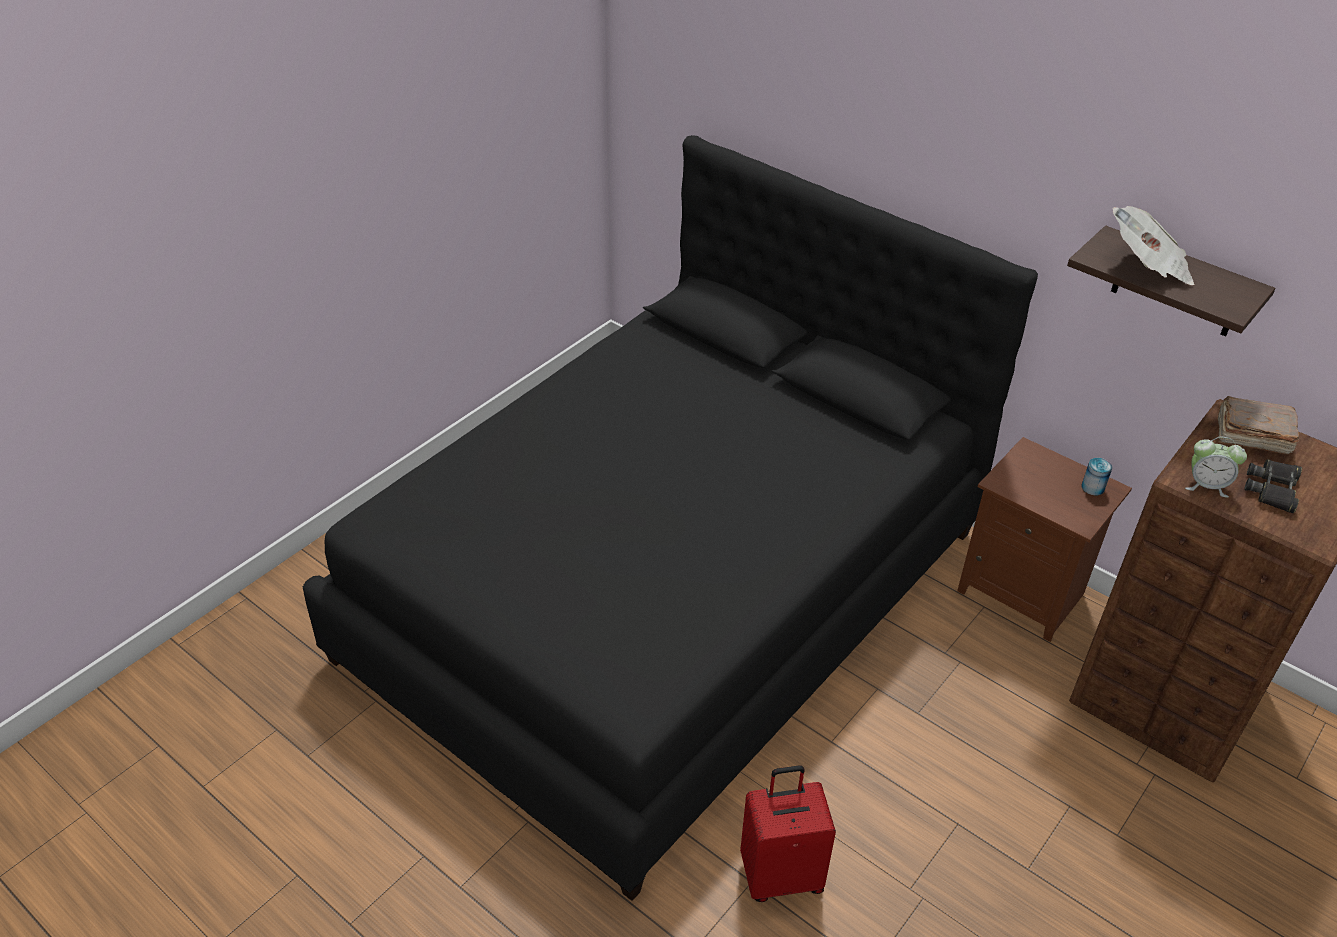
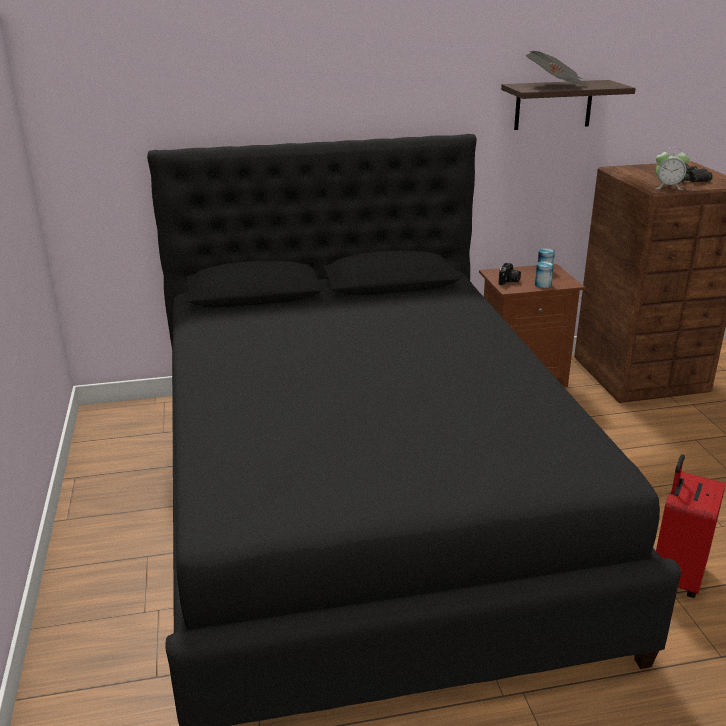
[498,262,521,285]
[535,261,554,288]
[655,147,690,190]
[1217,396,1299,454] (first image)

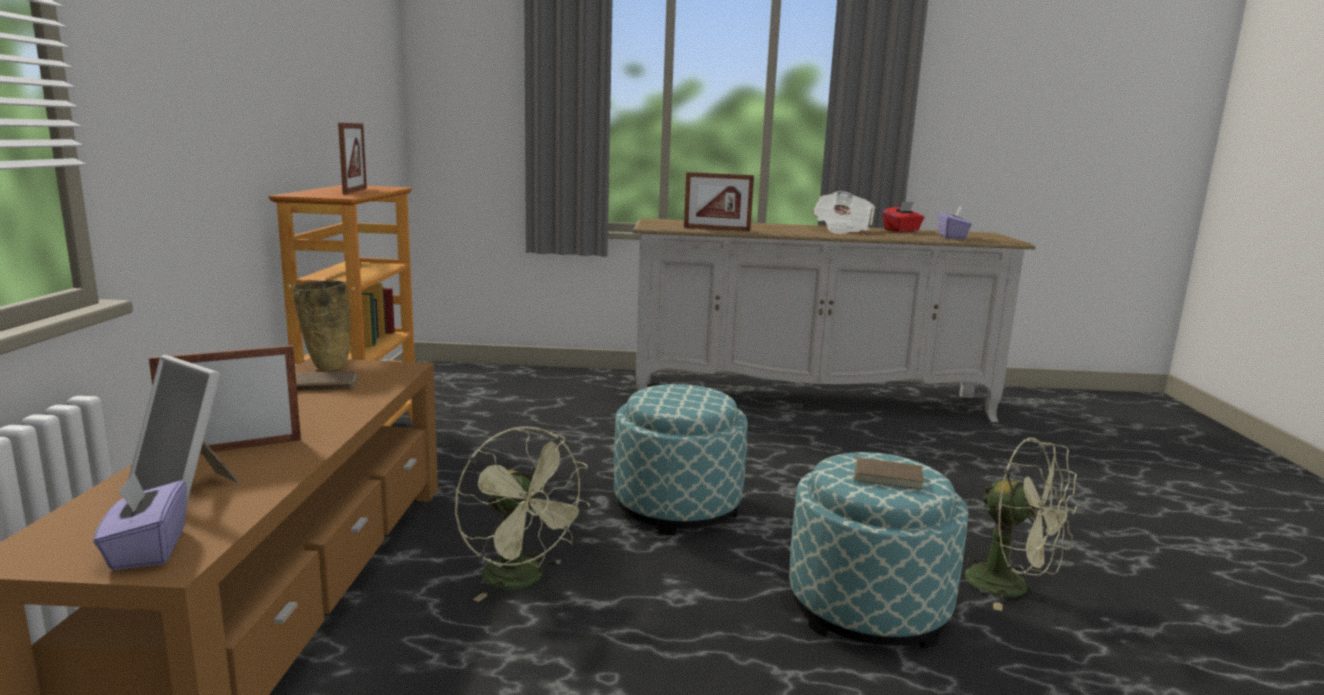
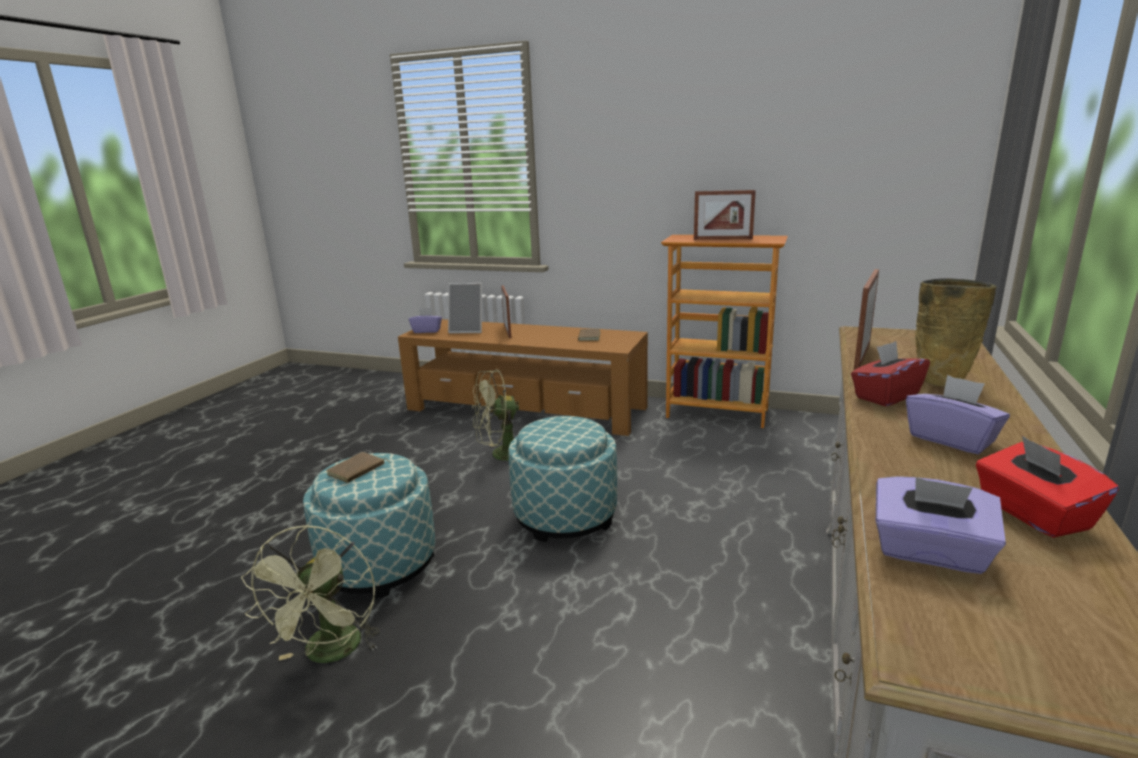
[241,525,380,663]
[448,283,482,333]
[851,341,930,407]
[906,375,1010,455]
[915,278,997,386]

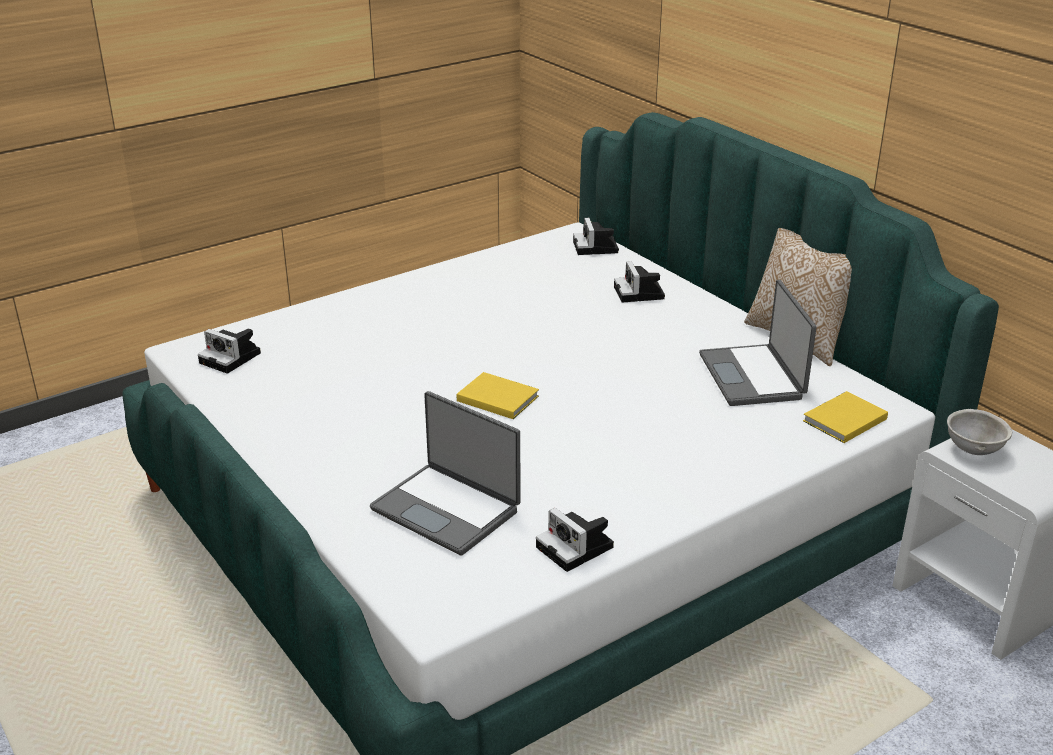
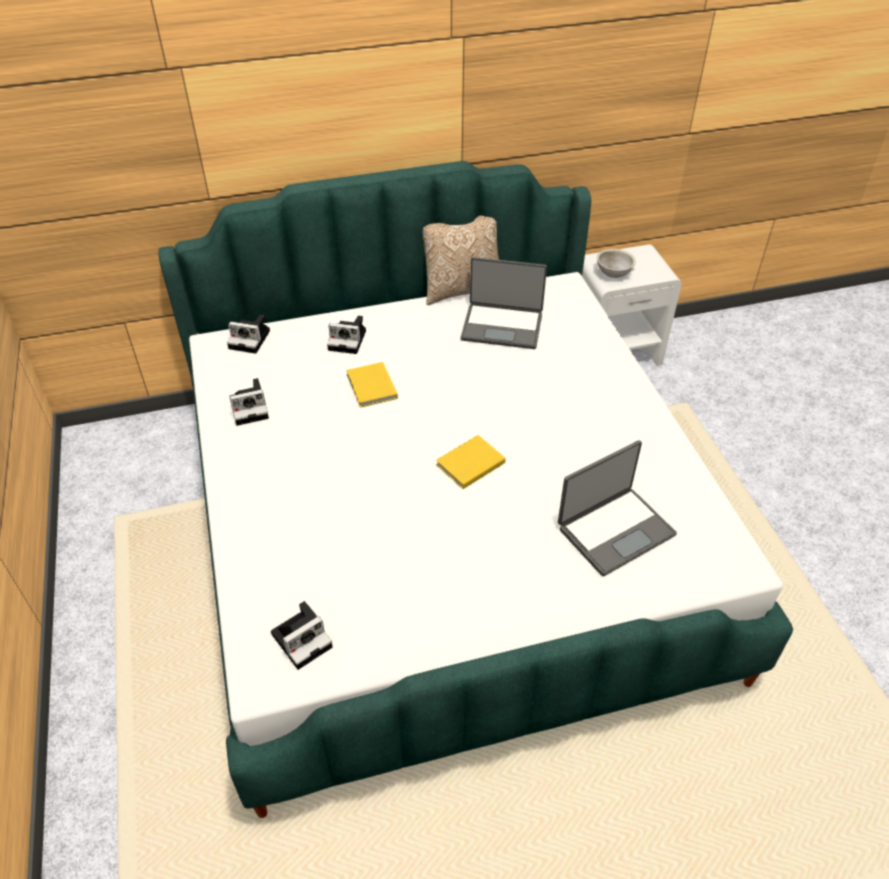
[229,378,269,426]
[346,362,398,408]

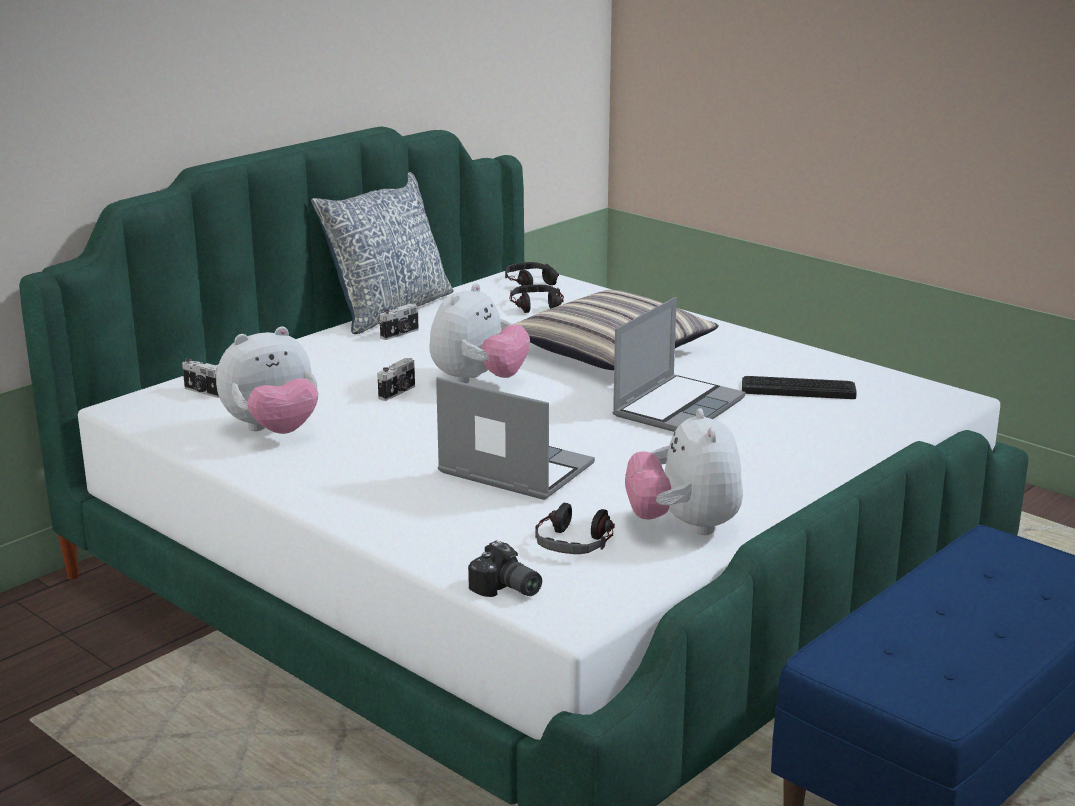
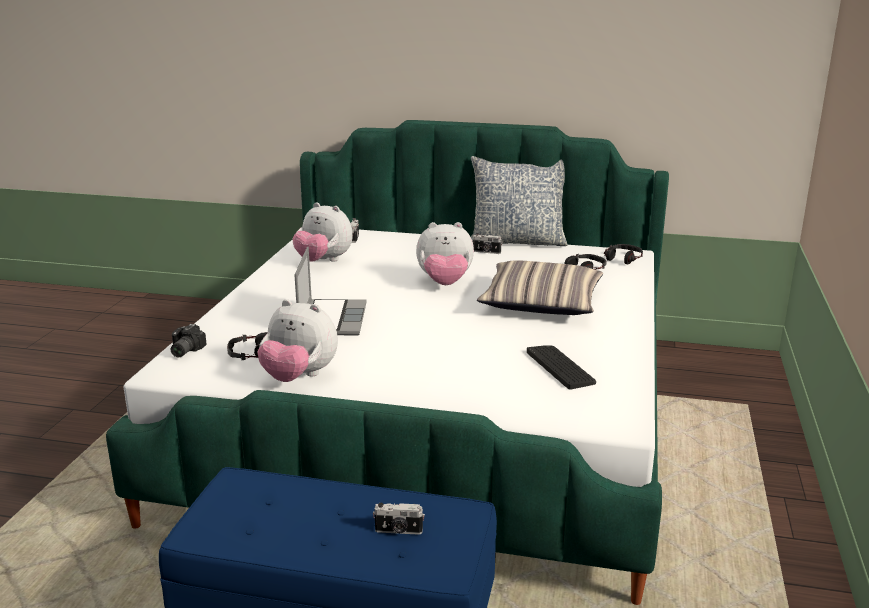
[257,299,338,382]
[373,503,425,535]
[612,297,745,432] (first image)

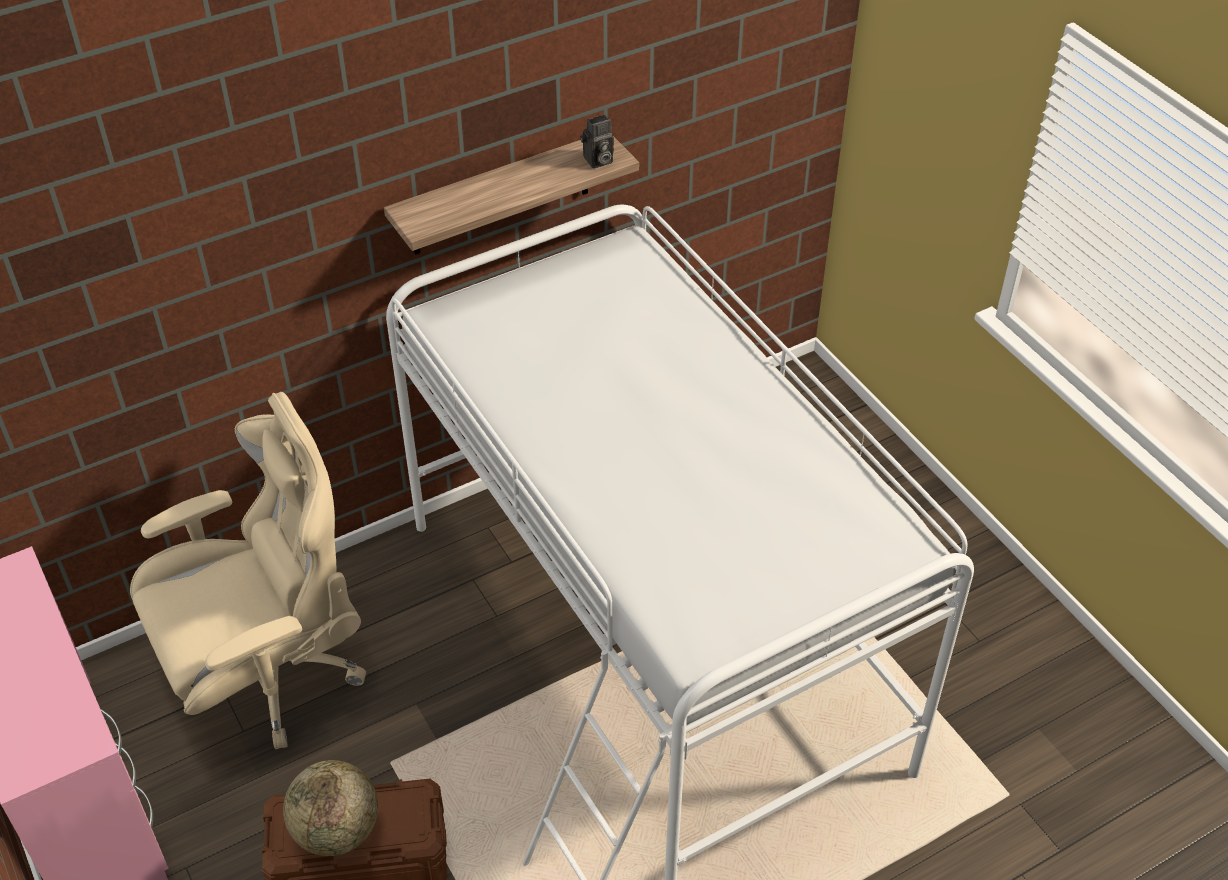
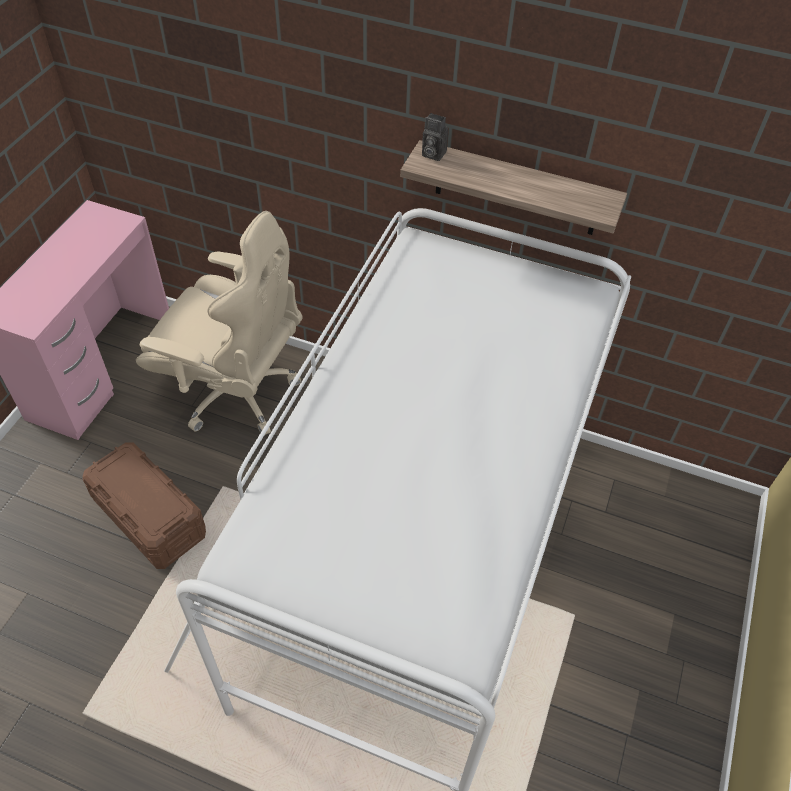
[422,113,449,161]
[283,760,378,856] (first image)

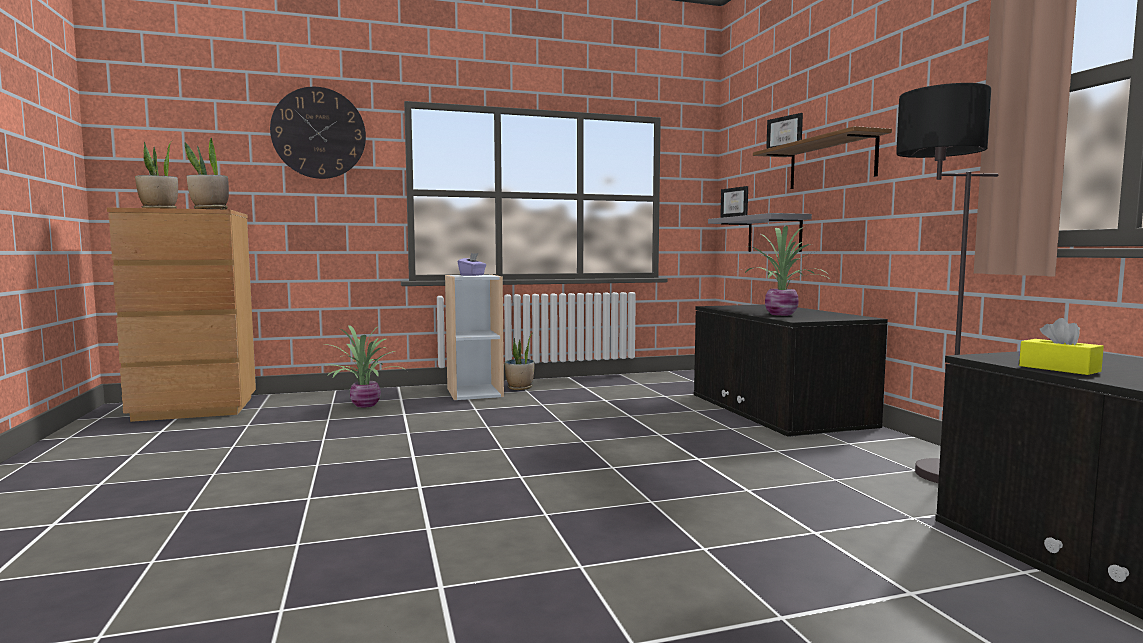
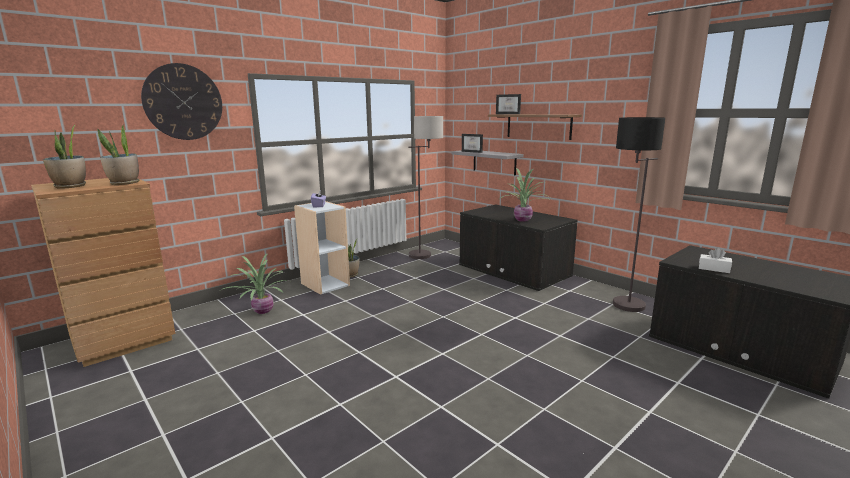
[408,116,443,259]
[699,247,732,273]

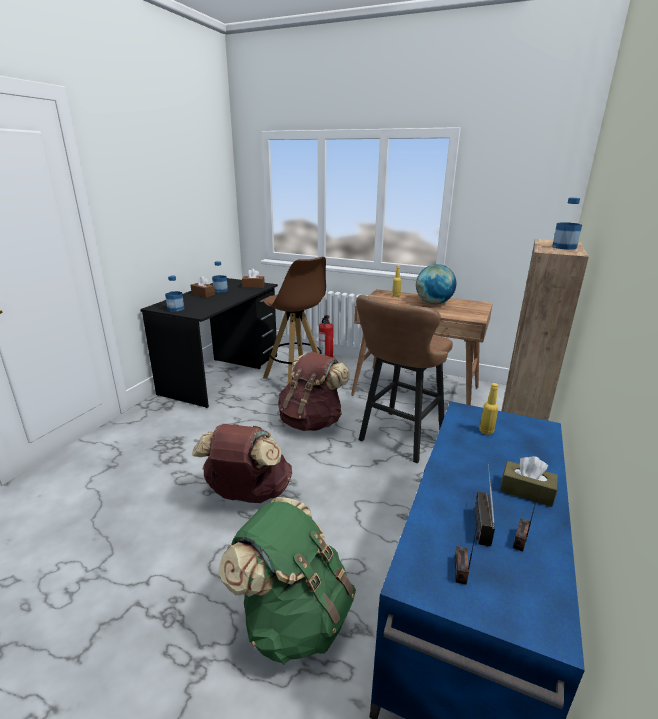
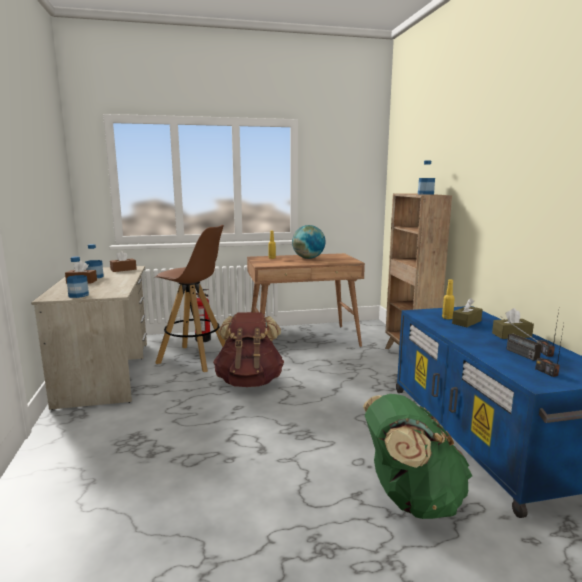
[31,266,147,410]
[452,298,483,327]
[192,424,292,503] (first image)
[356,295,453,463] (first image)

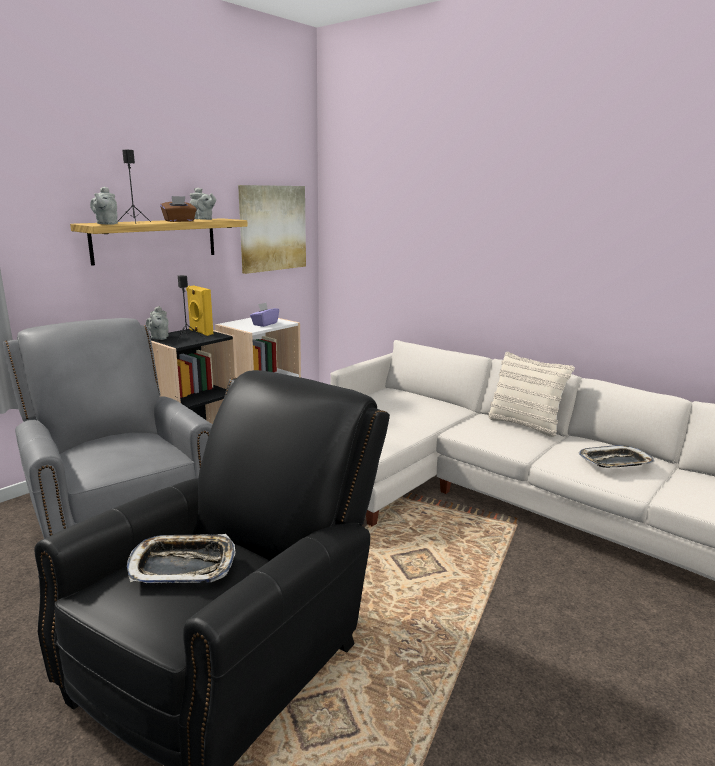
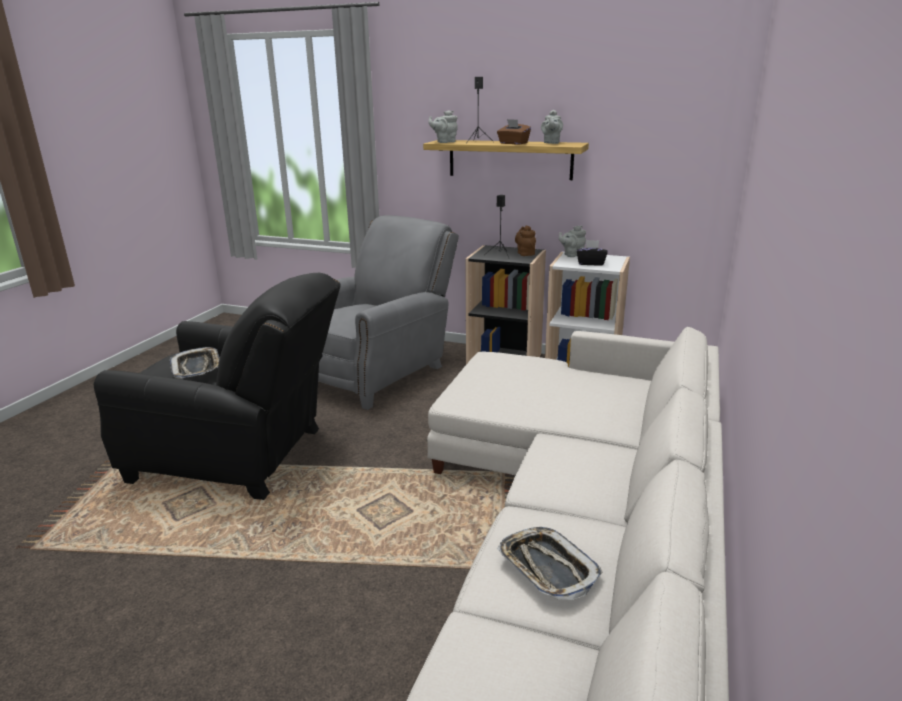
[515,226,536,256]
[559,226,586,257]
[577,240,608,266]
[238,185,306,274] (first image)
[488,352,575,437] (first image)

